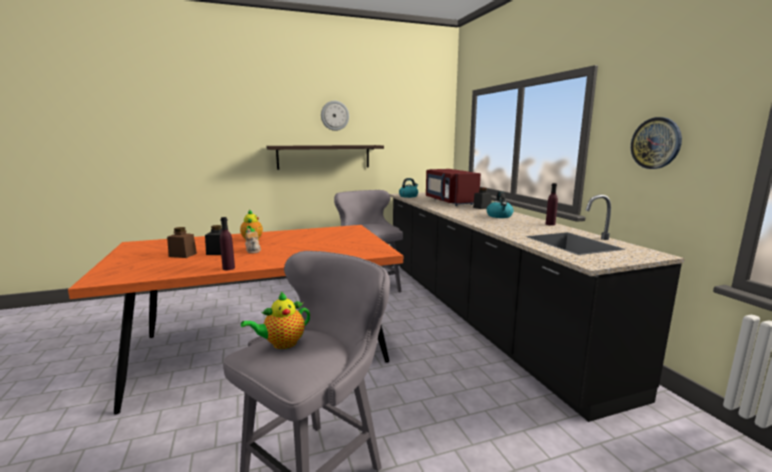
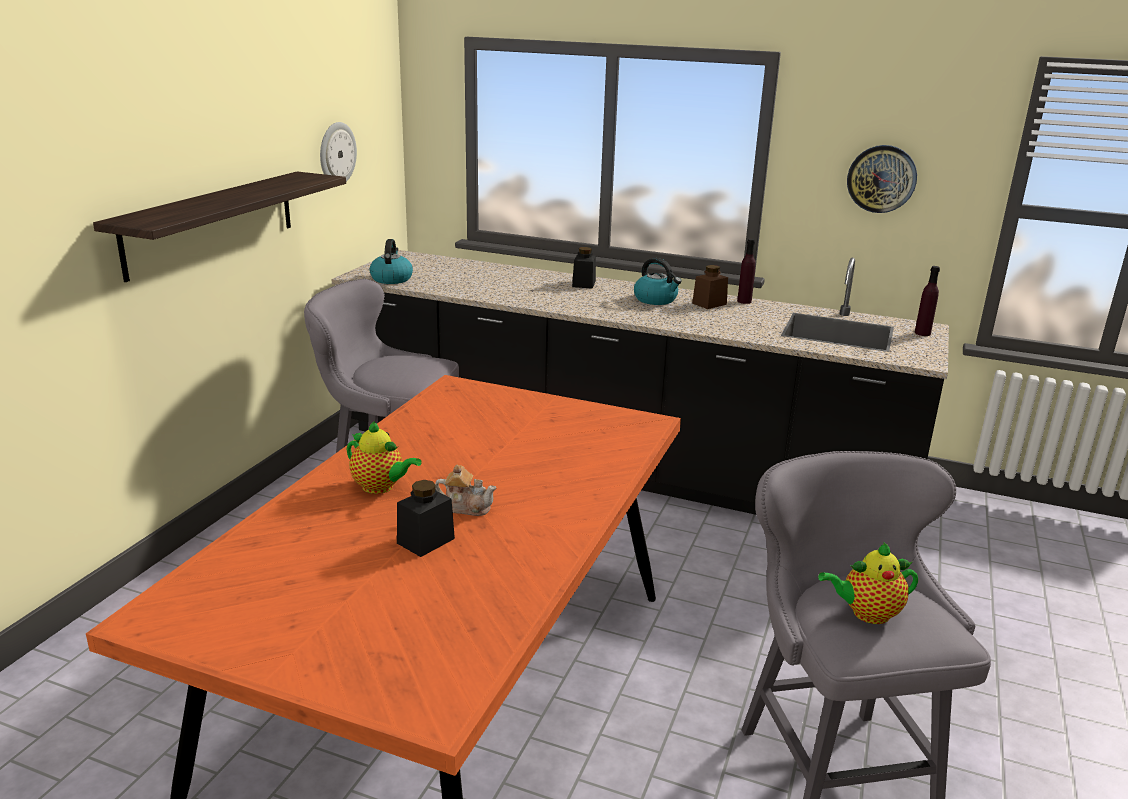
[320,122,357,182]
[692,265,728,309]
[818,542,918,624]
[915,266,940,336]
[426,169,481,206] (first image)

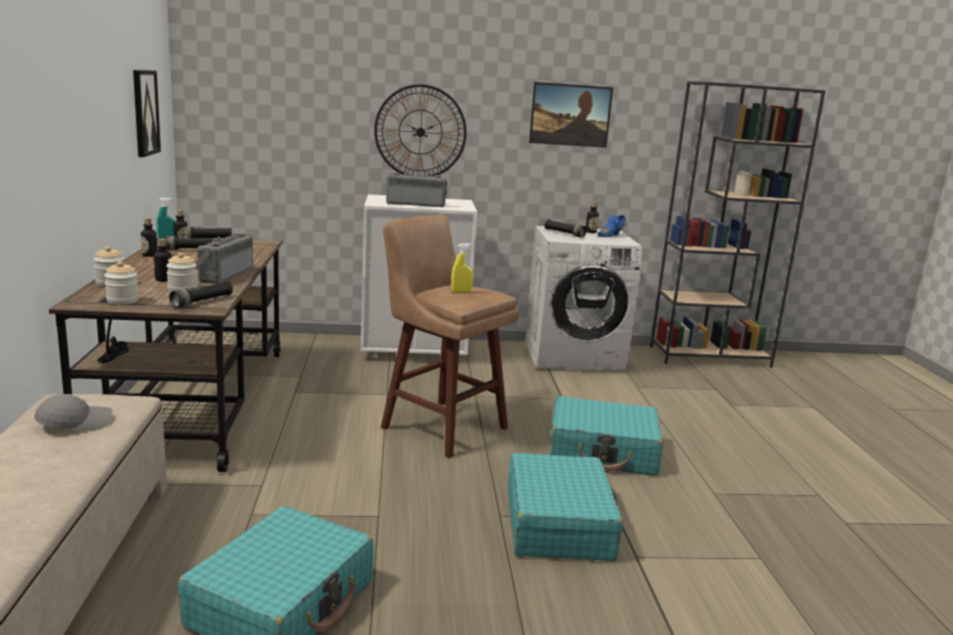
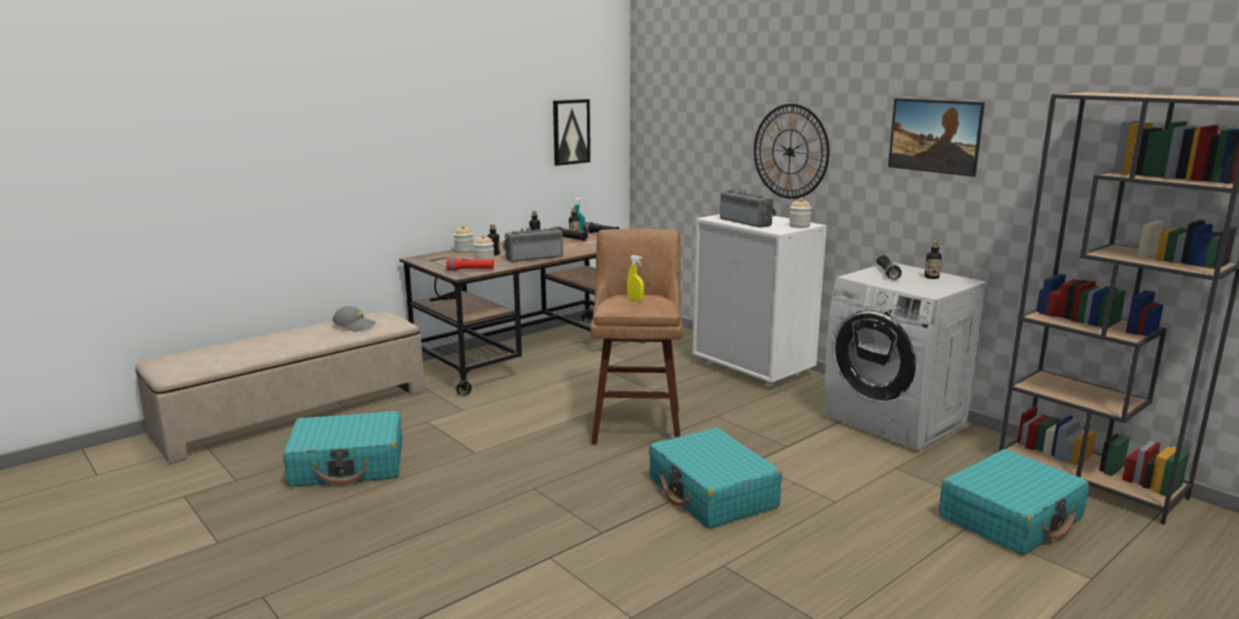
[446,258,494,271]
[789,198,812,228]
[939,449,1089,555]
[597,215,626,237] (first image)

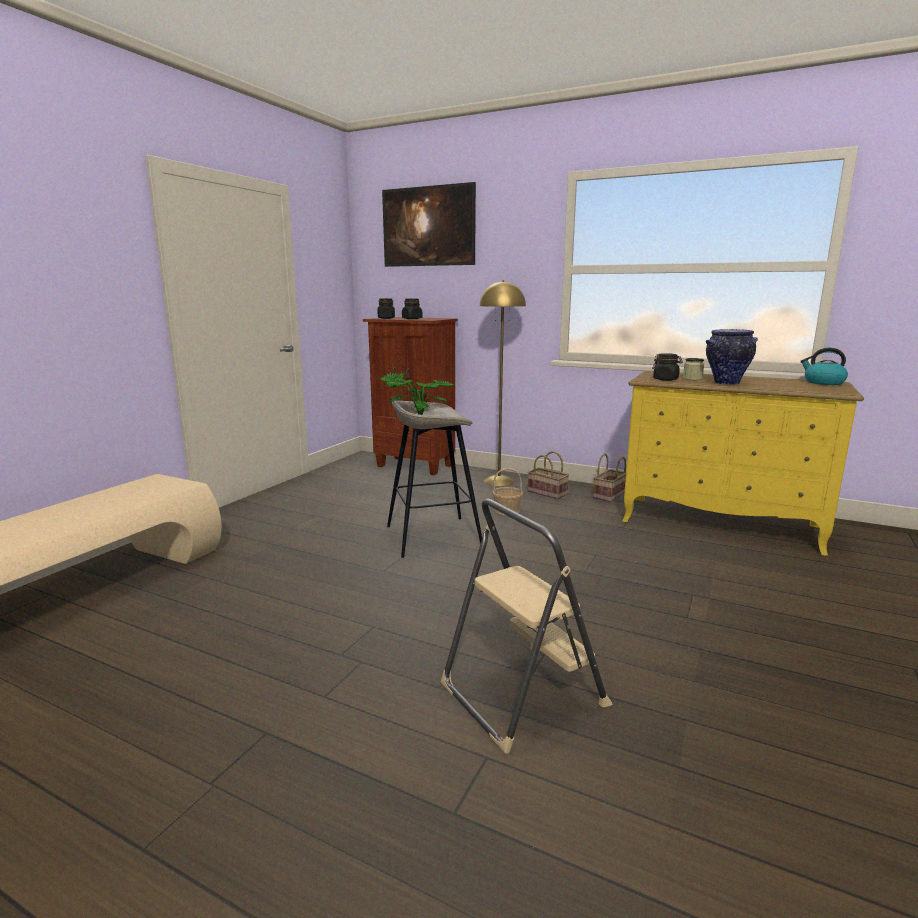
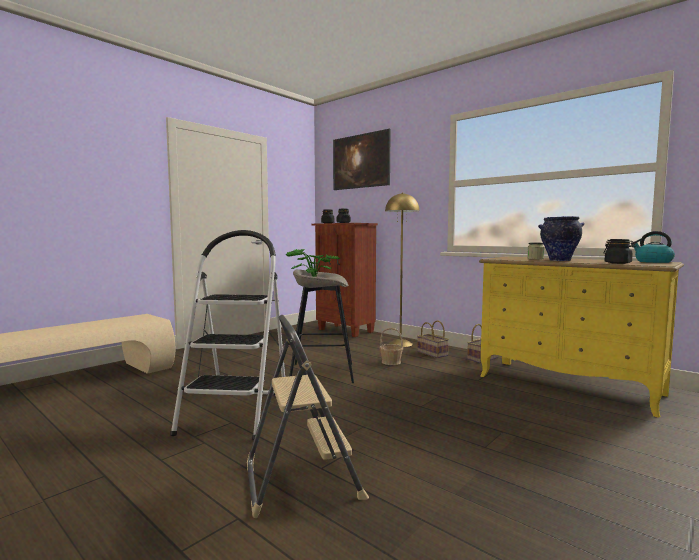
[170,230,285,440]
[604,239,636,264]

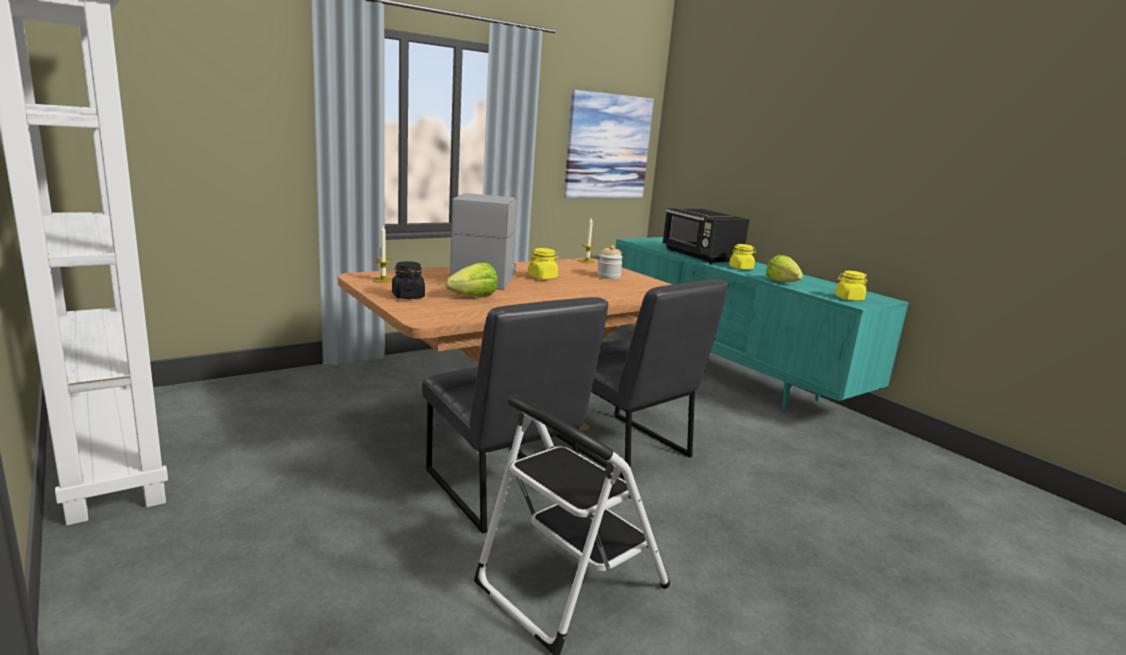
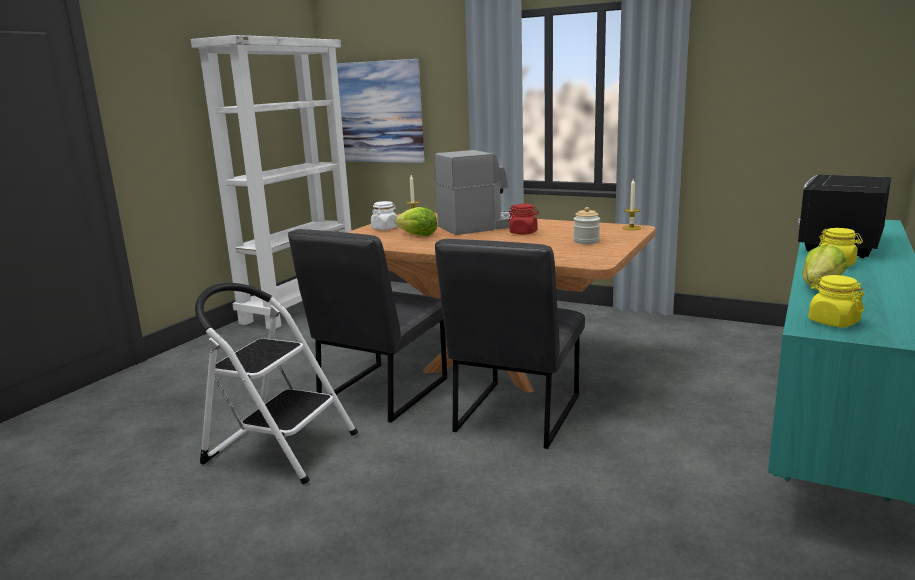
[337,59,425,163]
[371,201,398,230]
[508,204,539,235]

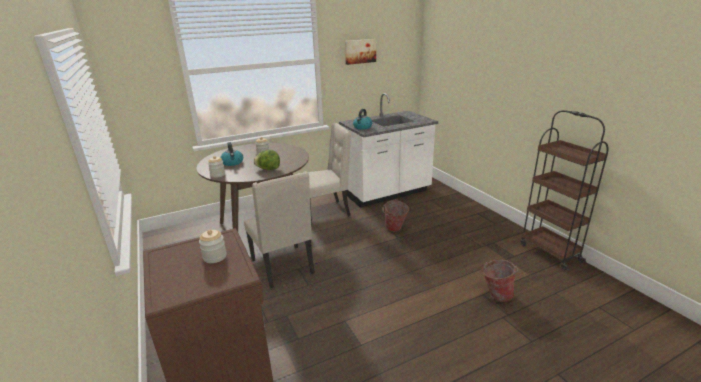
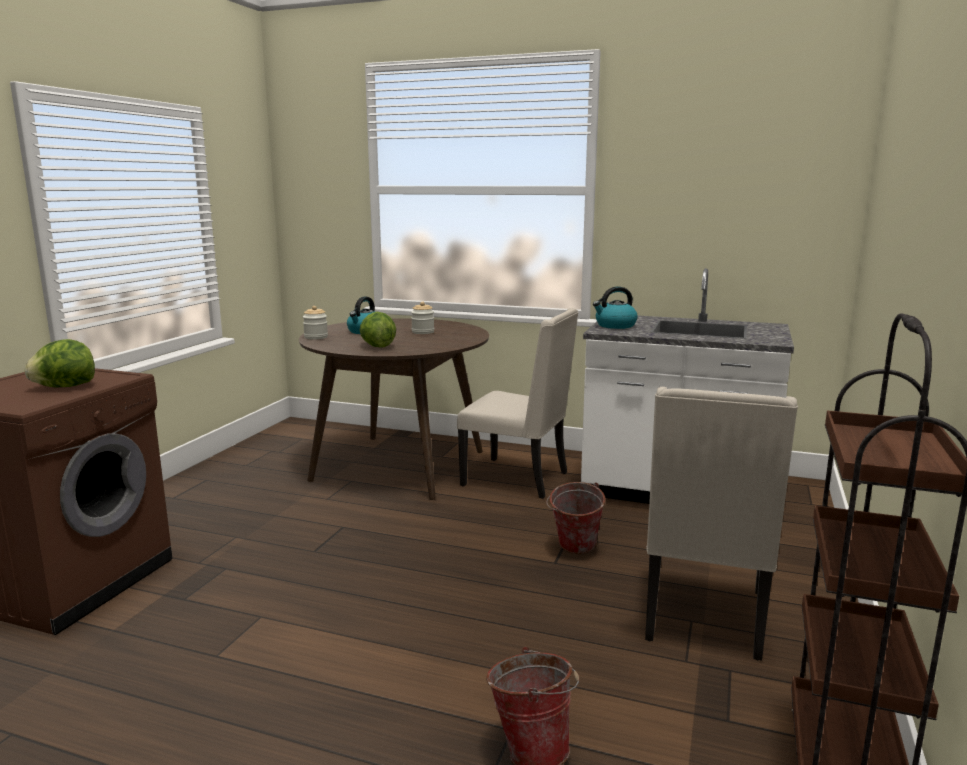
[24,339,95,387]
[645,387,798,660]
[345,39,376,65] (first image)

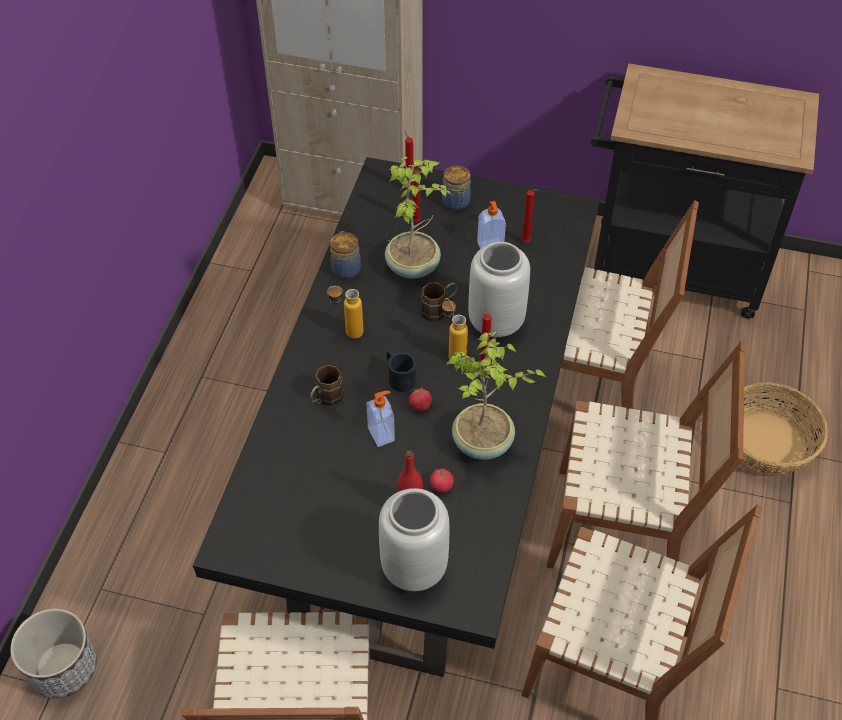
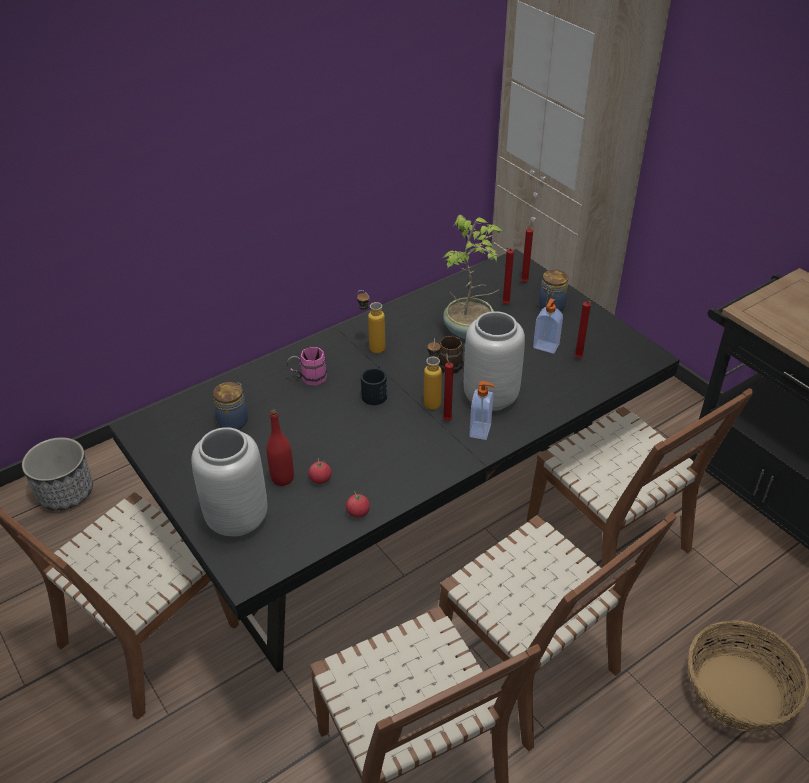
[213,382,248,430]
[287,347,327,386]
[346,491,370,518]
[469,381,495,440]
[447,331,547,460] (first image)

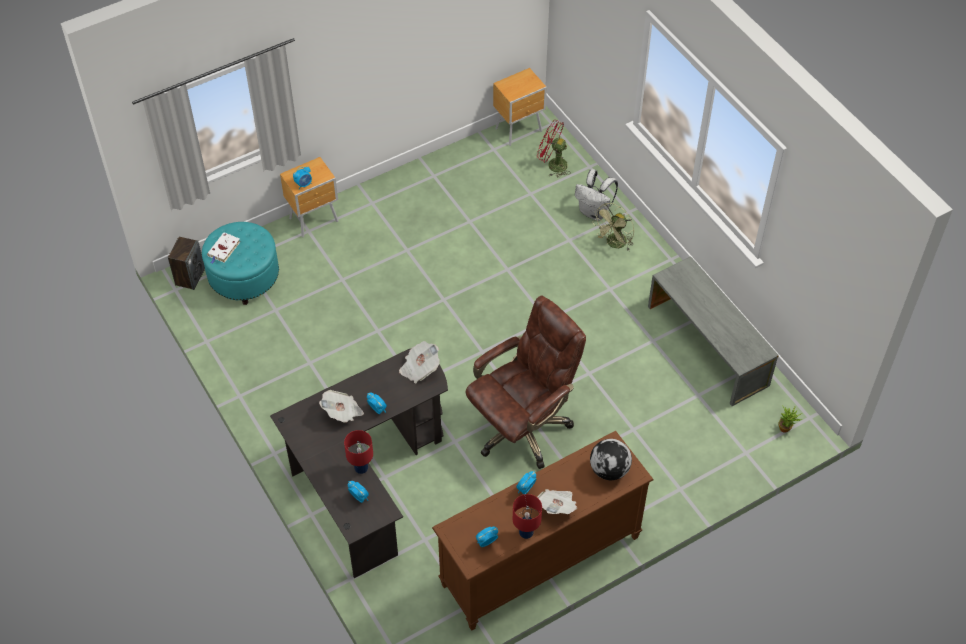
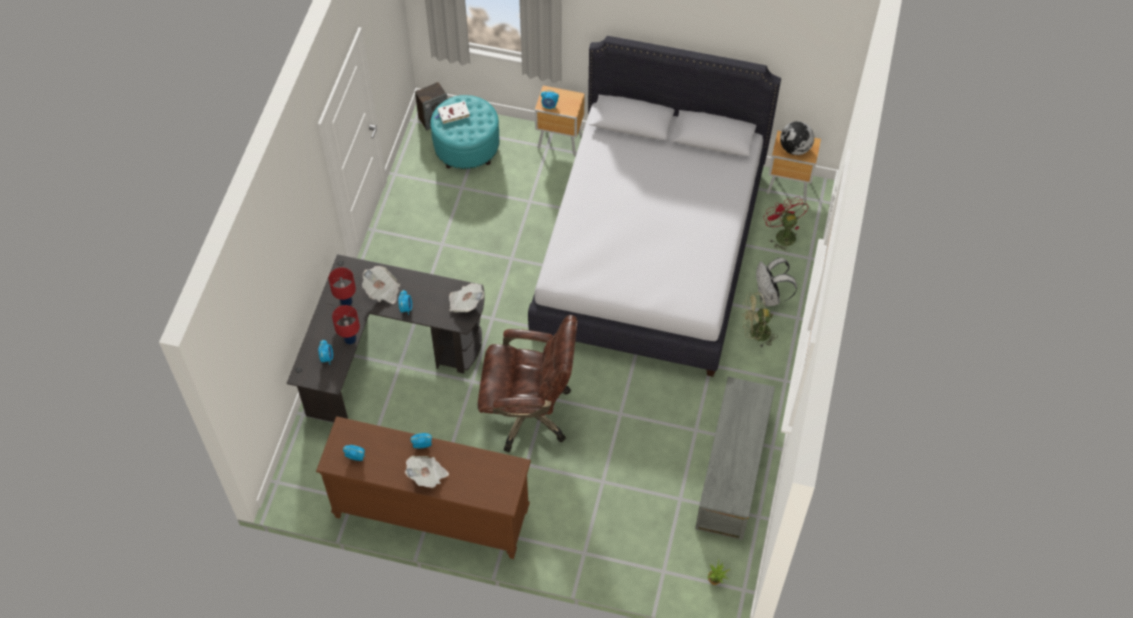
[329,267,356,306]
[528,36,781,377]
[780,121,814,155]

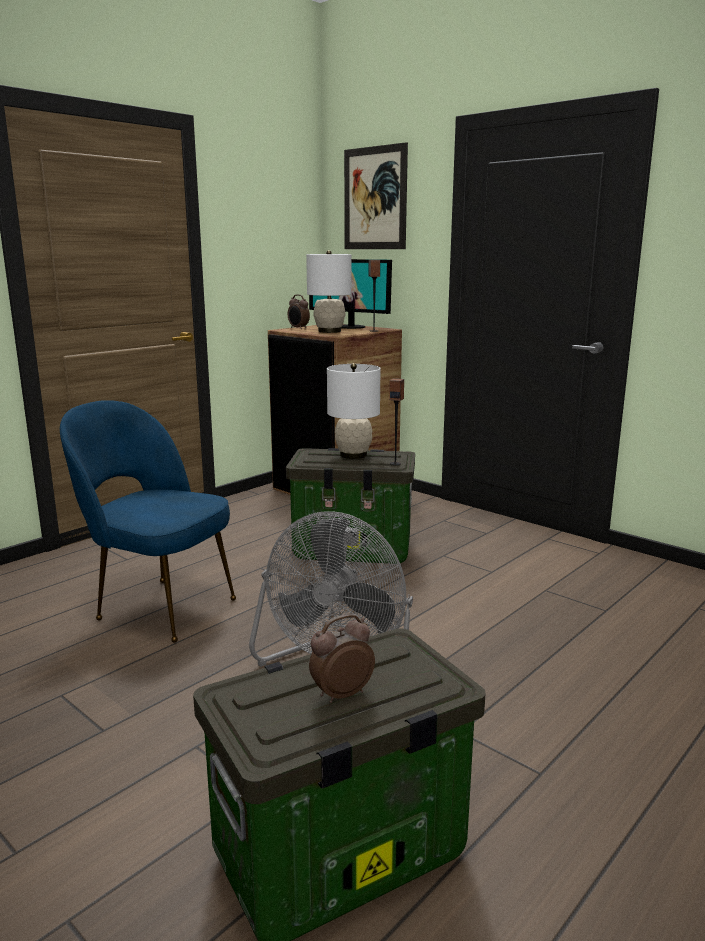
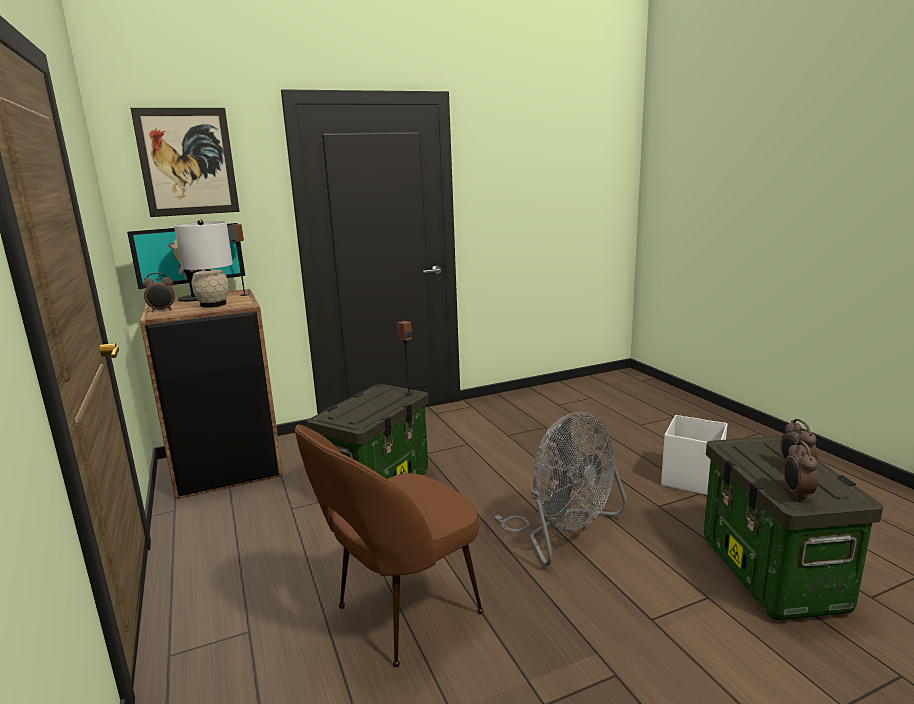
[295,424,483,667]
[661,415,728,495]
[783,441,818,500]
[327,363,380,459] (first image)

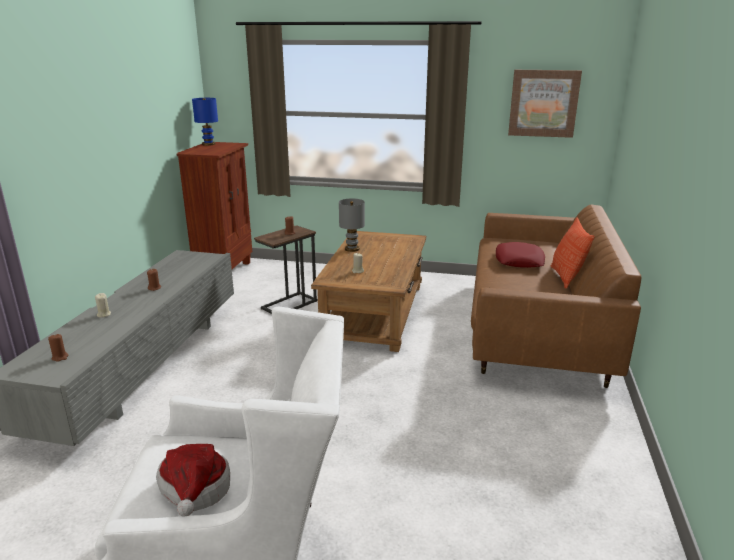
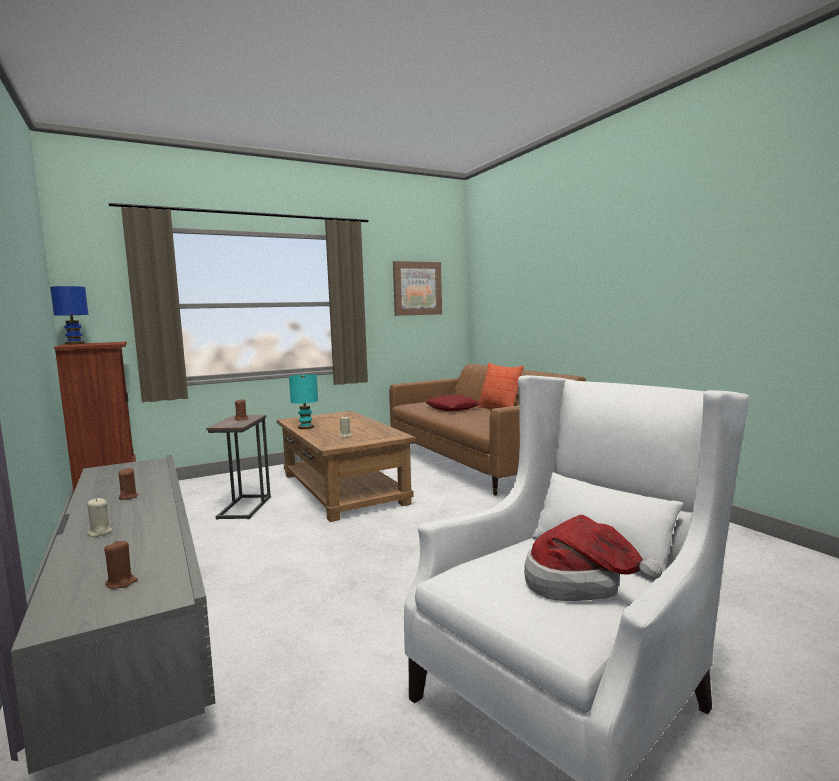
[289,374,318,429]

